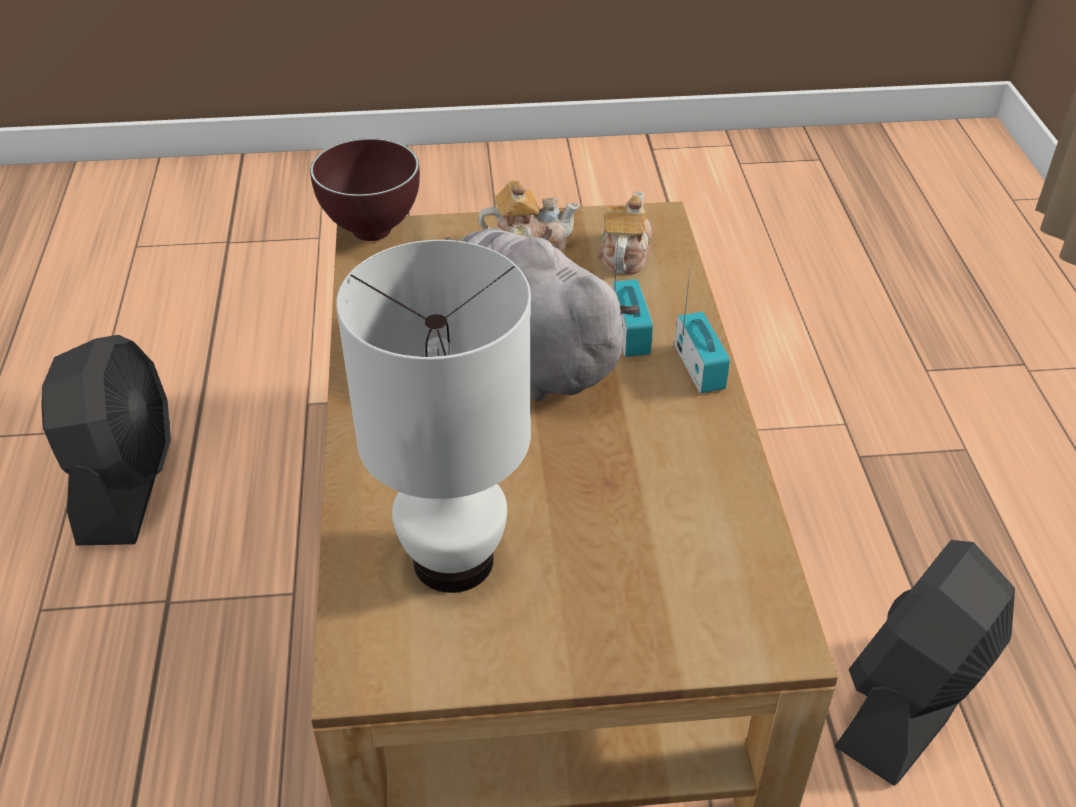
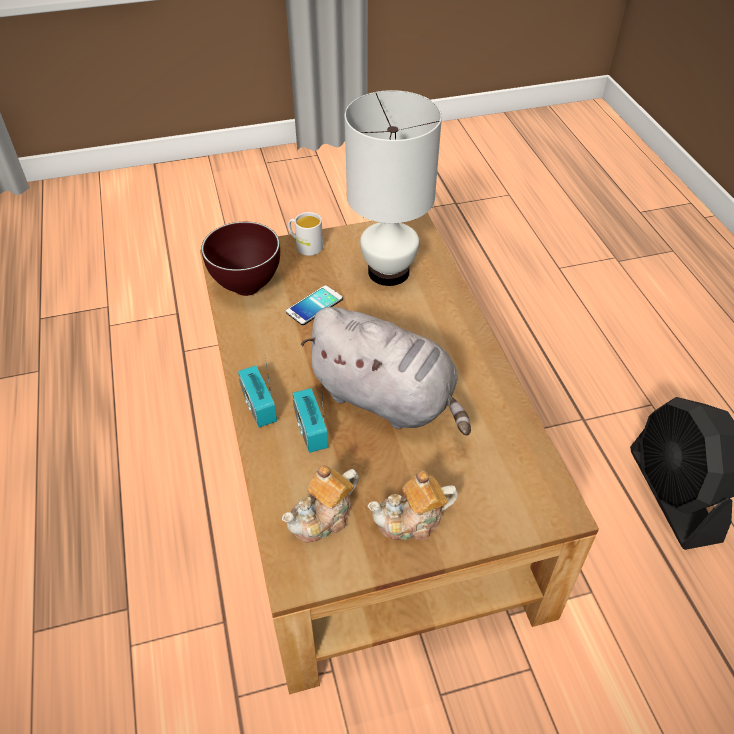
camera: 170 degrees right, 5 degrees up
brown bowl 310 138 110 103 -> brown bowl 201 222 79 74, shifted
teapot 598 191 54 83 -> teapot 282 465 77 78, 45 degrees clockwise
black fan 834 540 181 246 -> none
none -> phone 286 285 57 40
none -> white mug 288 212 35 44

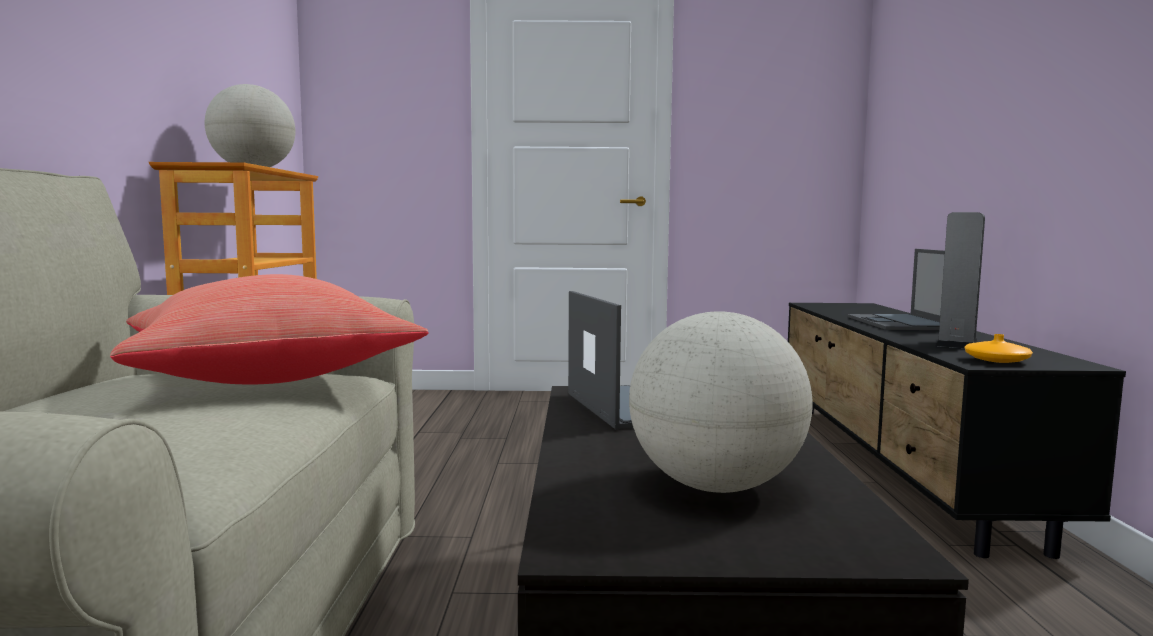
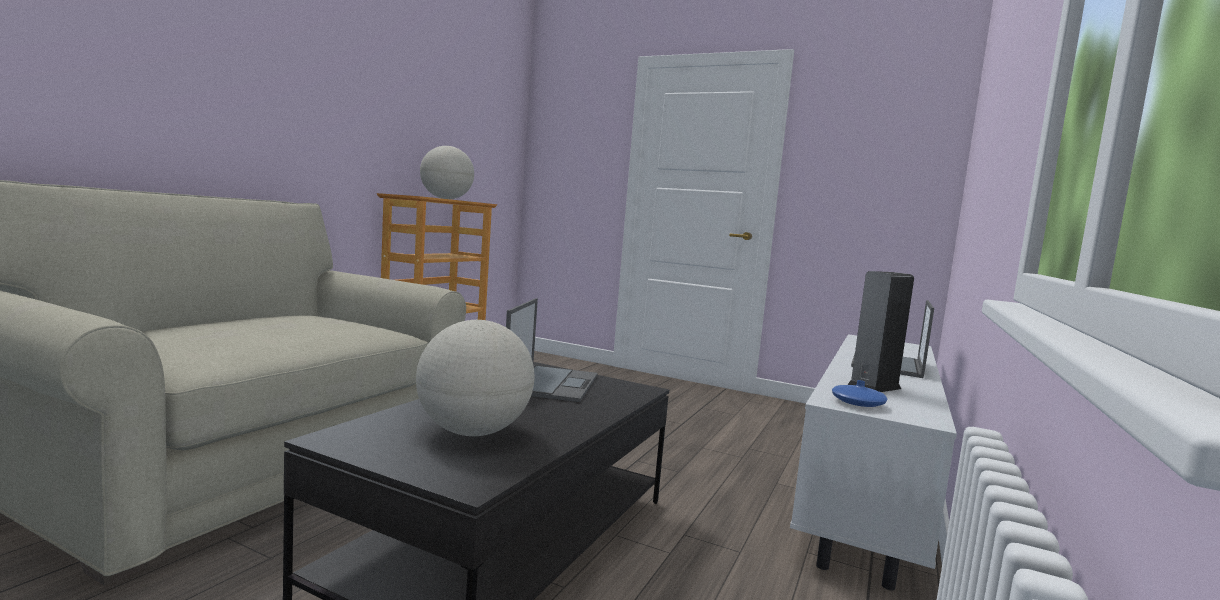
camera: 25 degrees right, 0 degrees up
red pillow 110 274 319 110 -> none
black tv stand 788 303 338 256 -> white tv stand 790 334 167 256
orange vase 964 334 69 29 -> blue vase 832 380 55 27

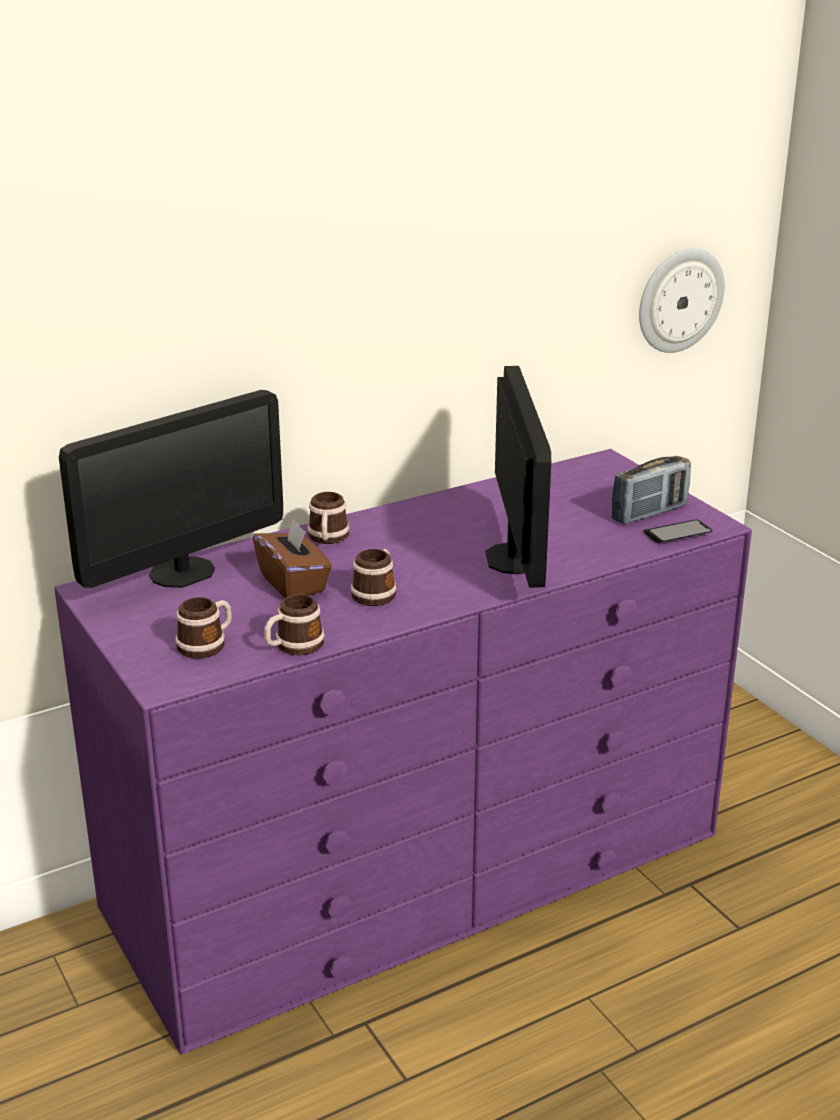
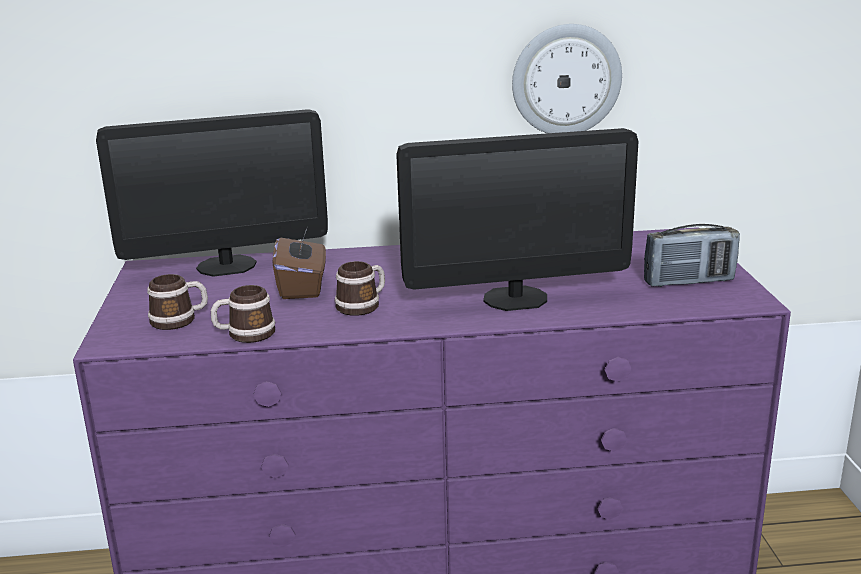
camera: 25 degrees right, 5 degrees down
mug 307 492 43 52 -> none
monitor 485 366 66 222 -> monitor 396 128 243 183, 60 degrees clockwise
wall clock 639 248 86 105 -> wall clock 512 24 110 109, shifted
phone 643 520 69 23 -> none

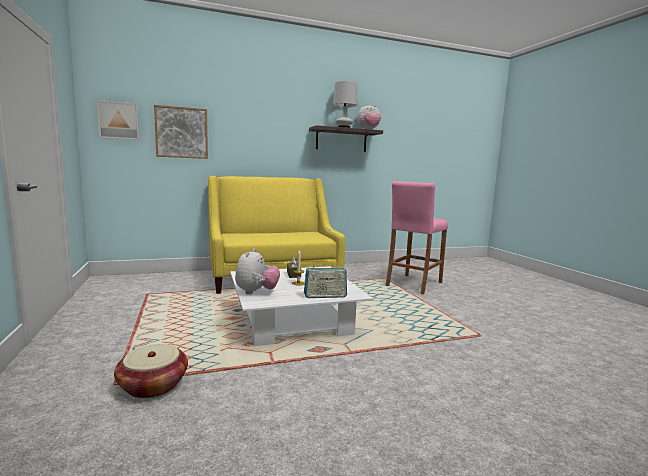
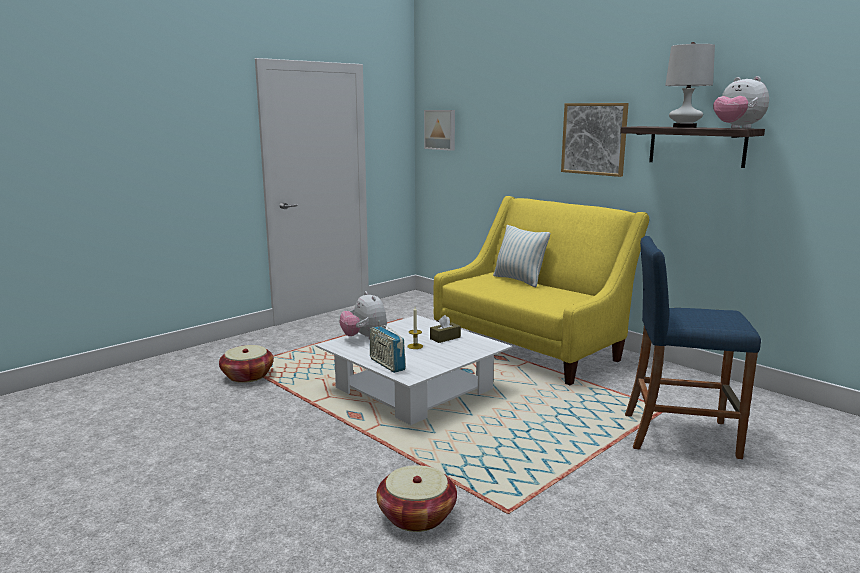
camera: 65 degrees right, 5 degrees up
picture 154 105 54 54 -> picture 561 103 68 74, shifted
plush toy 235 249 45 45 -> plush toy 340 291 47 48, 75 degrees clockwise
pink stool 385 181 63 113 -> blue stool 625 236 136 223
none -> basket 376 465 81 67
none -> pillow 493 225 57 62

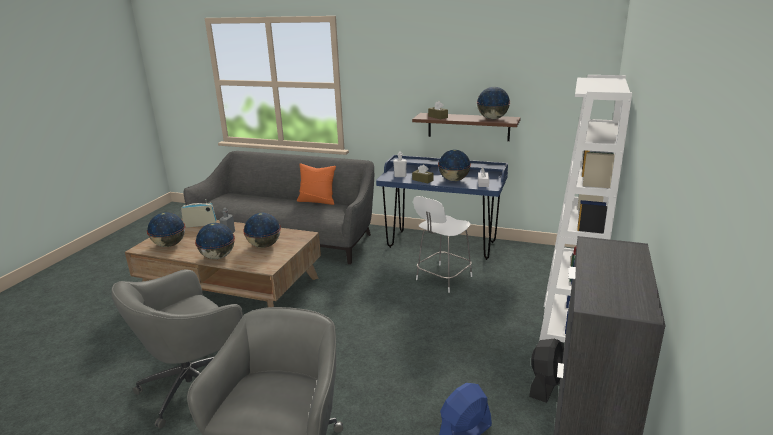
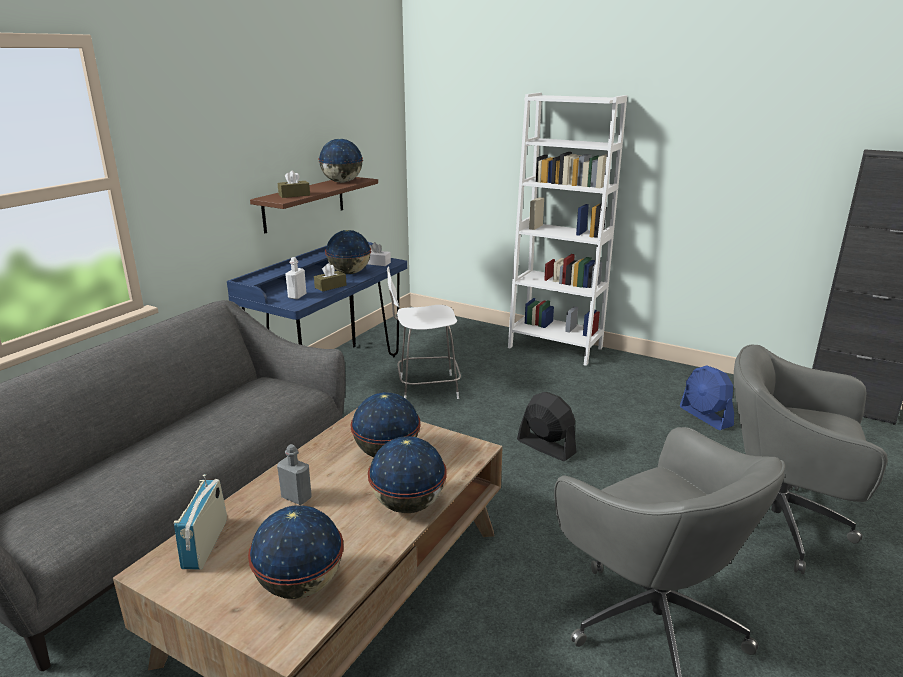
camera: 80 degrees left, 0 degrees up
orange pillow 297 164 39 41 -> none
white chair 413 196 59 97 -> white chair 387 266 74 133, 120 degrees clockwise
black fan 529 339 35 64 -> black fan 517 392 60 69, shifted

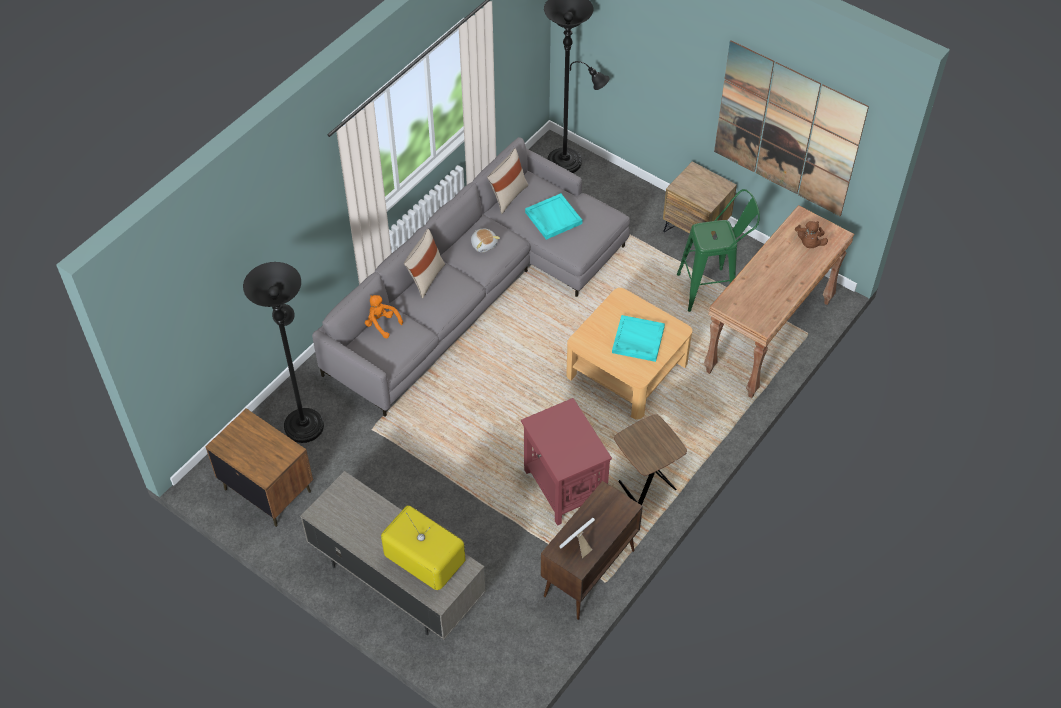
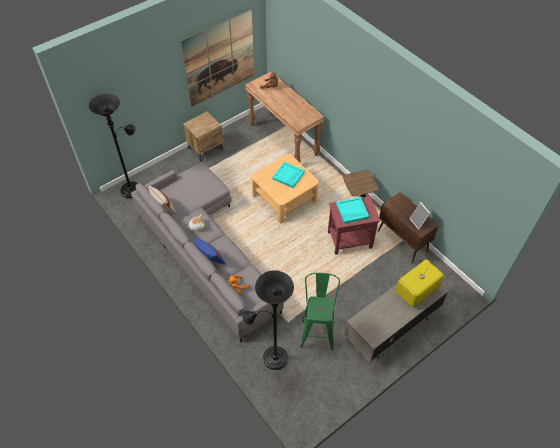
camera: 75 degrees left, 0 degrees up
brown nightstand 206 408 107 119 -> none
beige pillow 404 229 41 70 -> blue pillow 193 238 32 27
turquoise tray 525 193 57 47 -> turquoise tray 336 197 33 27, shifted
green stool 677 189 83 123 -> green stool 300 273 40 77, shifted

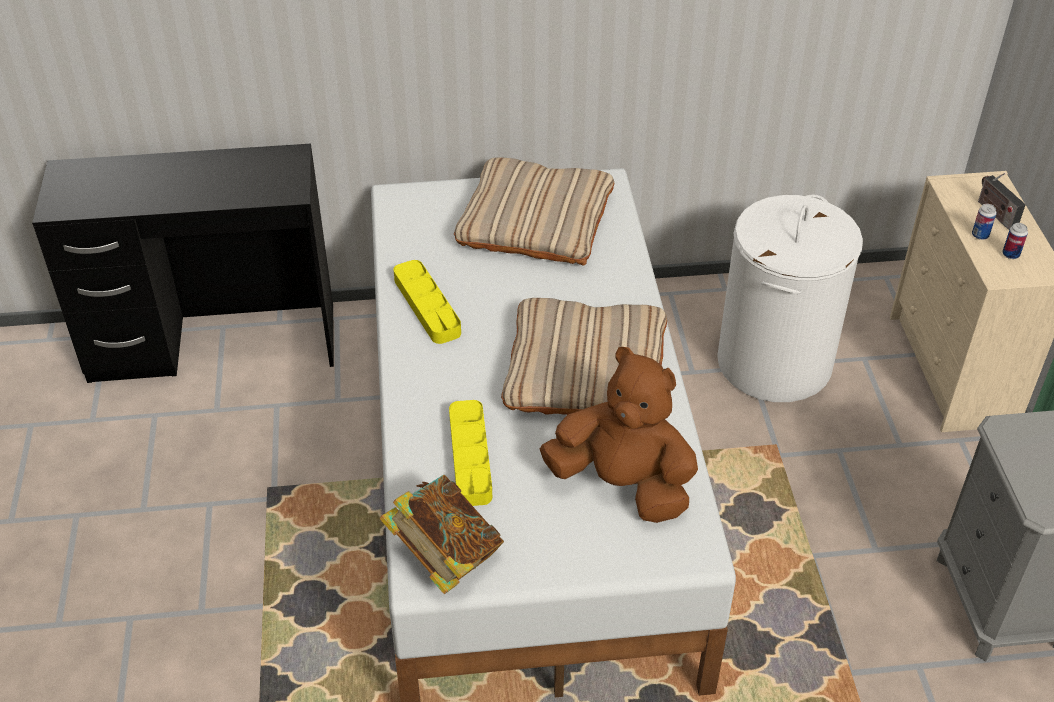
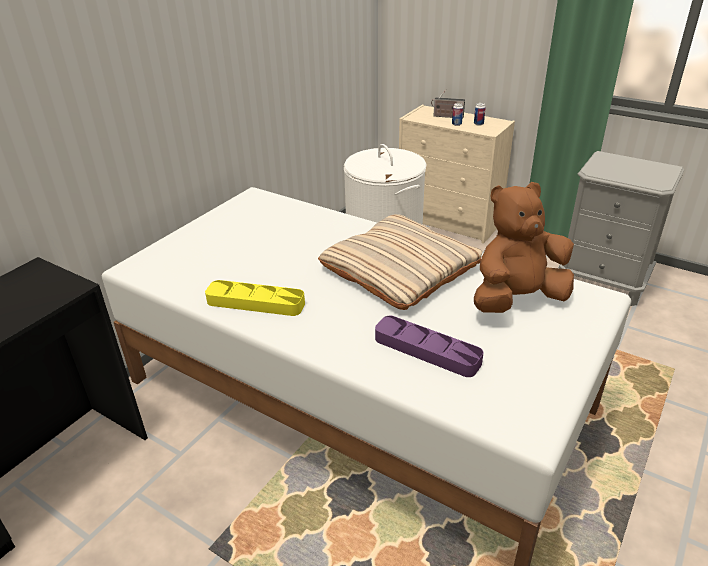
camera: 50 degrees left, 10 degrees down
book 380 475 124 119 -> none
yellow tray 449 400 43 106 -> purple tray 375 316 108 61
beige pillow 454 157 160 109 -> none

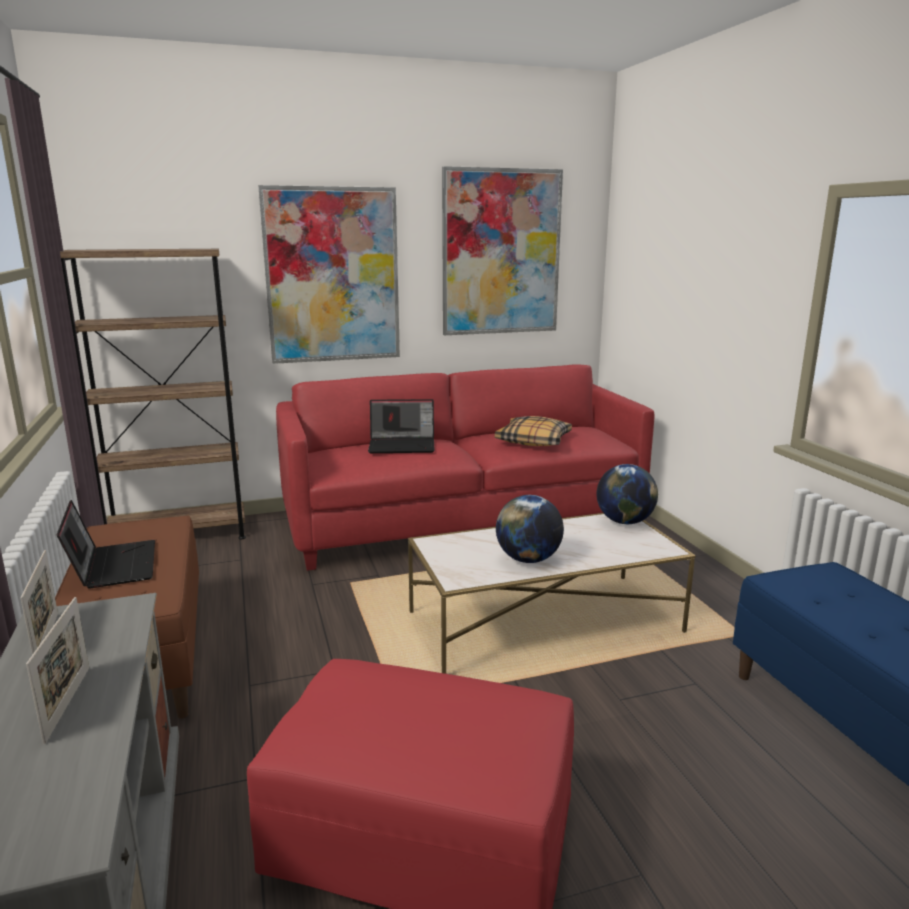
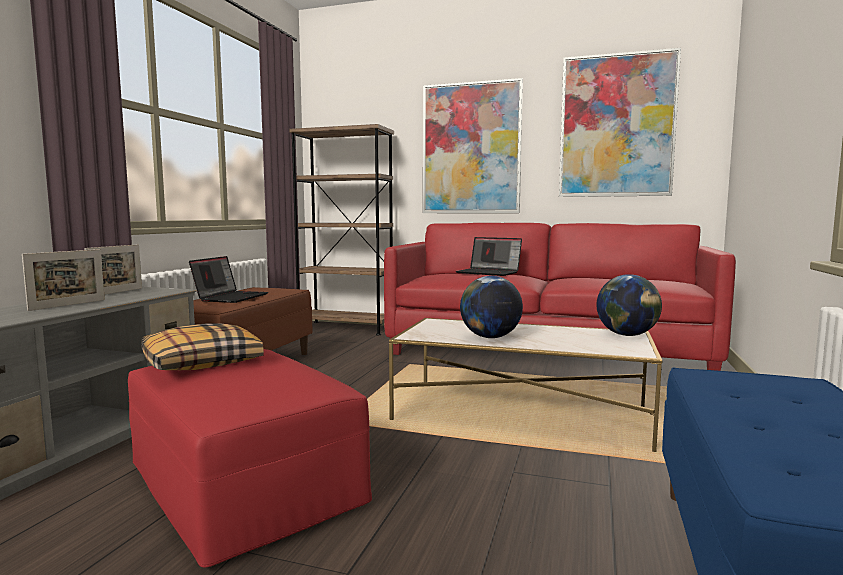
camera: 35 degrees right, 10 degrees down
pillow 495 416 77 30 -> pillow 141 323 123 47, shifted

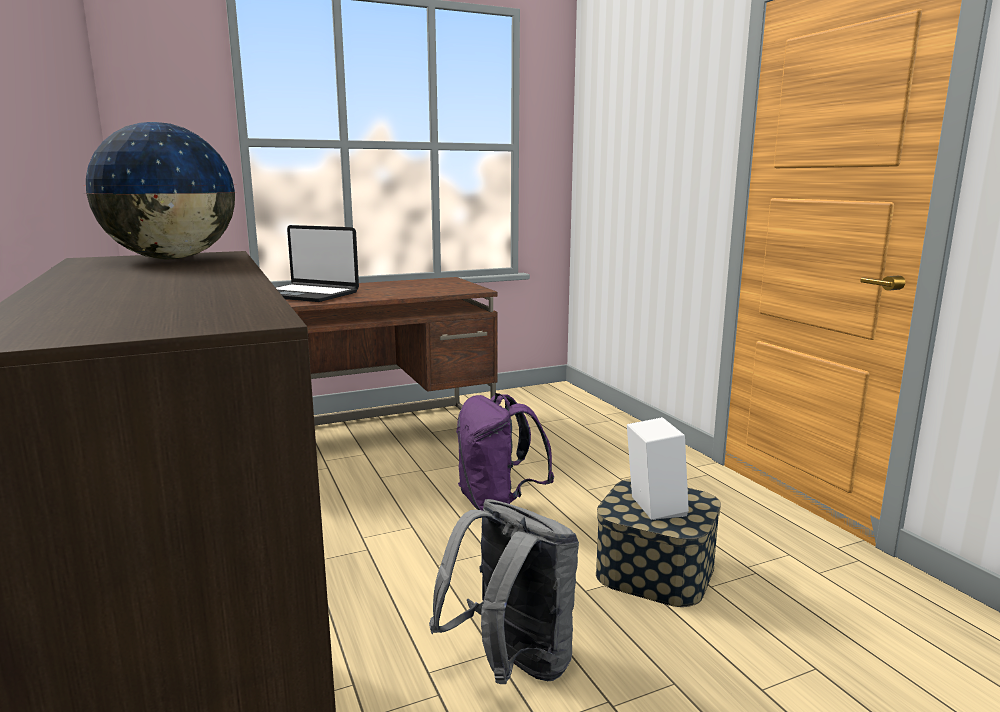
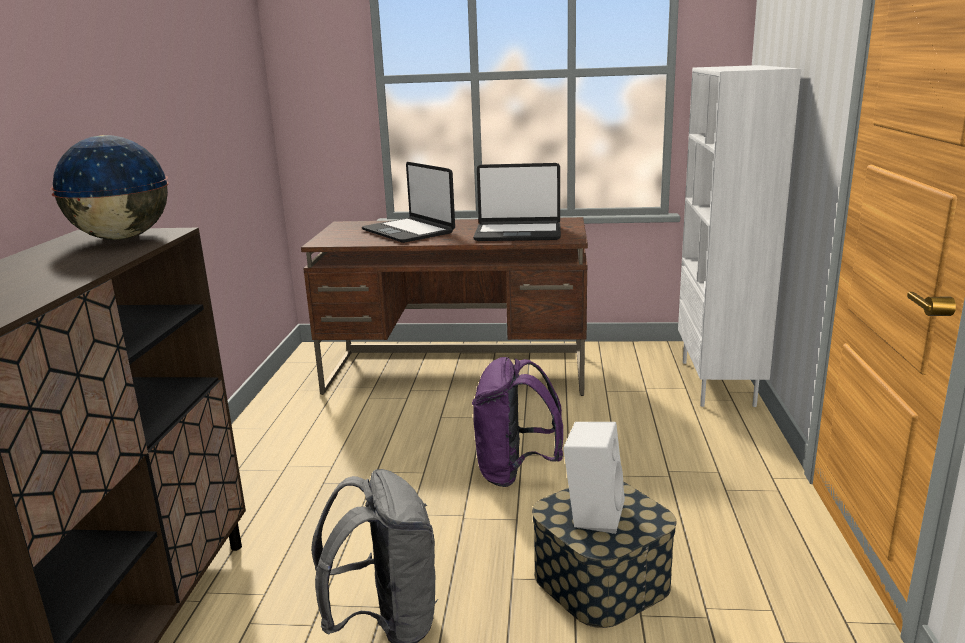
camera: 30 degrees right, 5 degrees up
none -> laptop 473 163 88 78
none -> white bookcase 678 65 123 342

